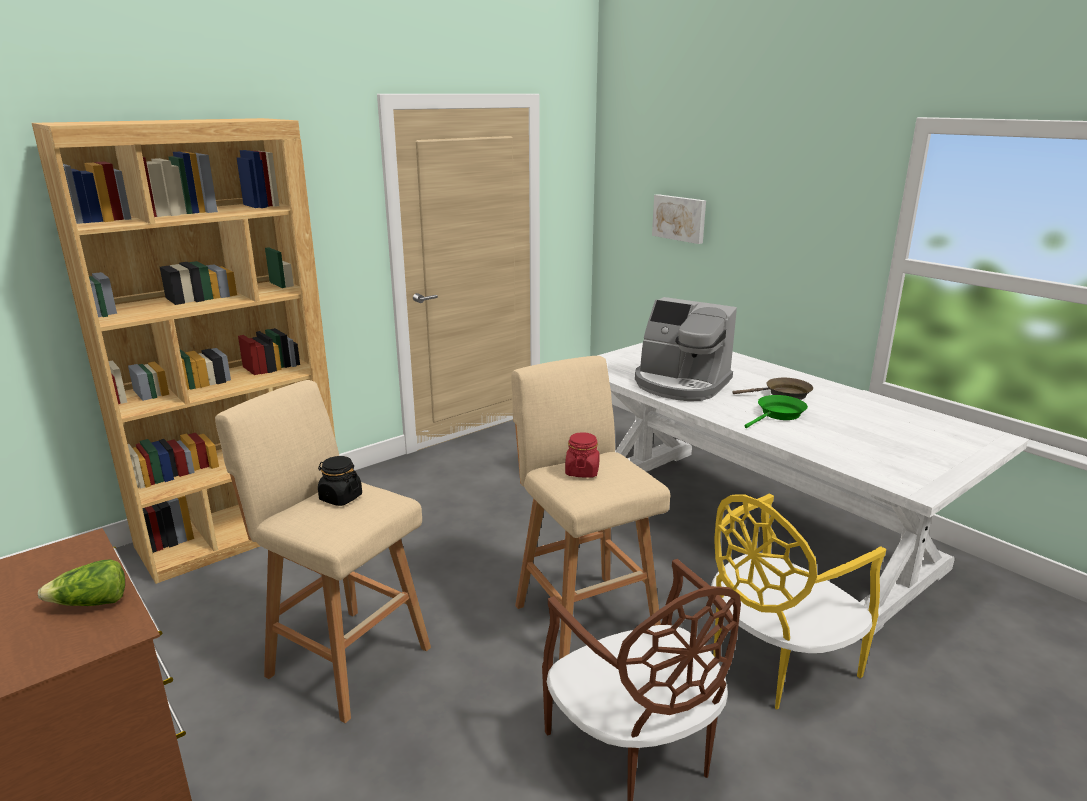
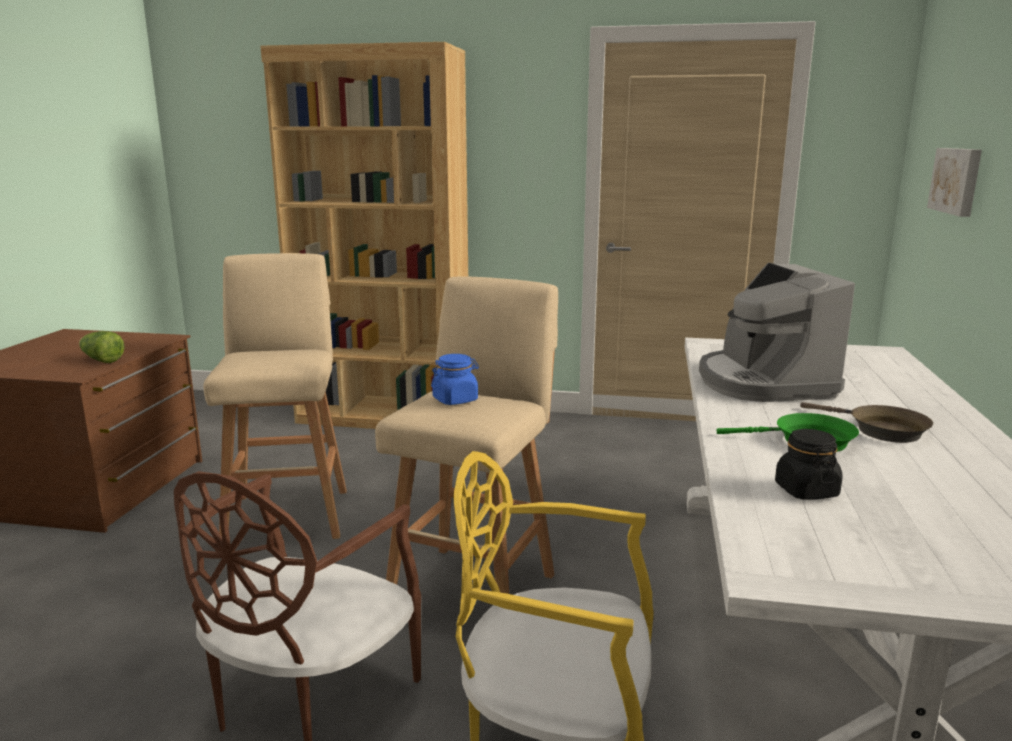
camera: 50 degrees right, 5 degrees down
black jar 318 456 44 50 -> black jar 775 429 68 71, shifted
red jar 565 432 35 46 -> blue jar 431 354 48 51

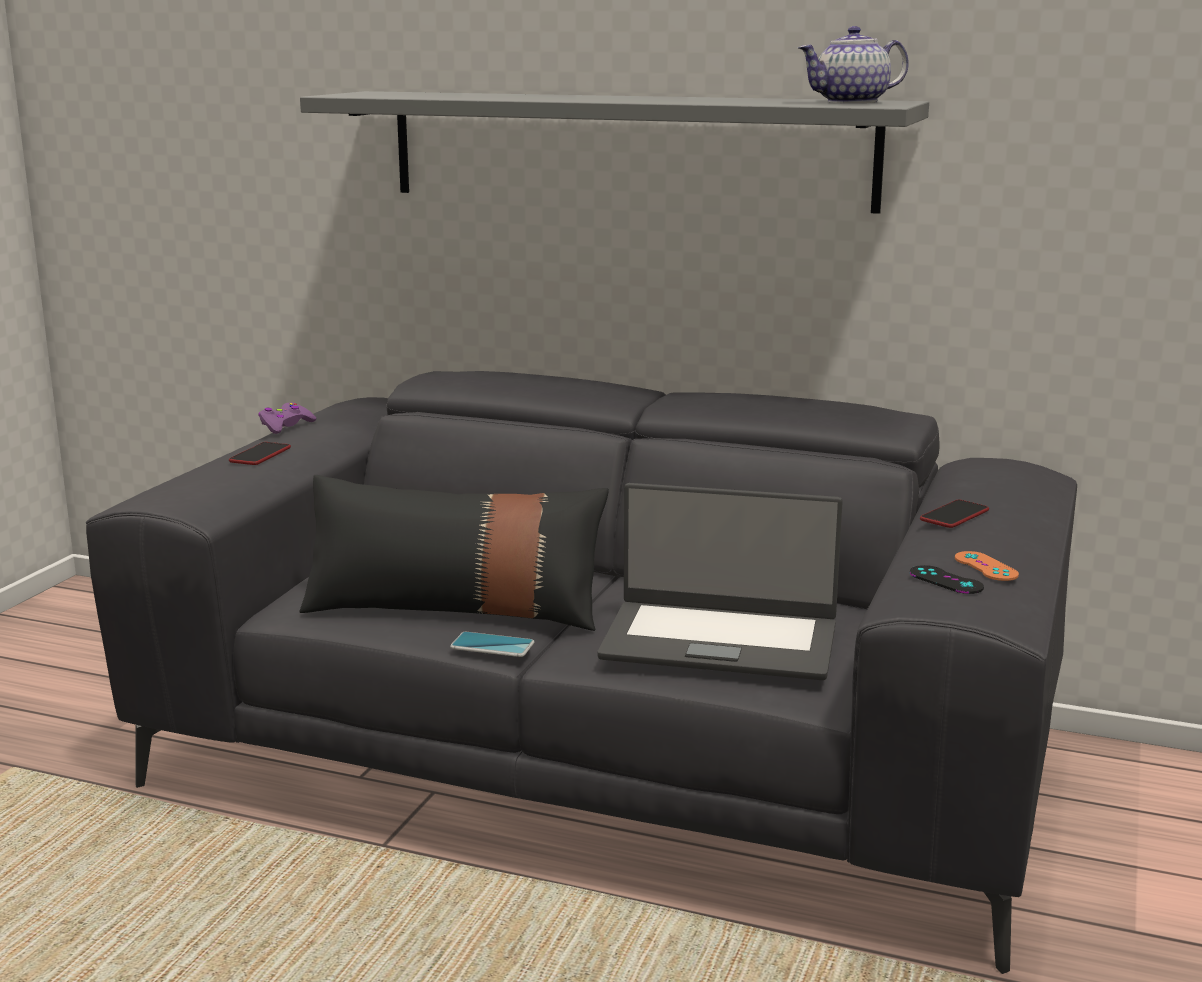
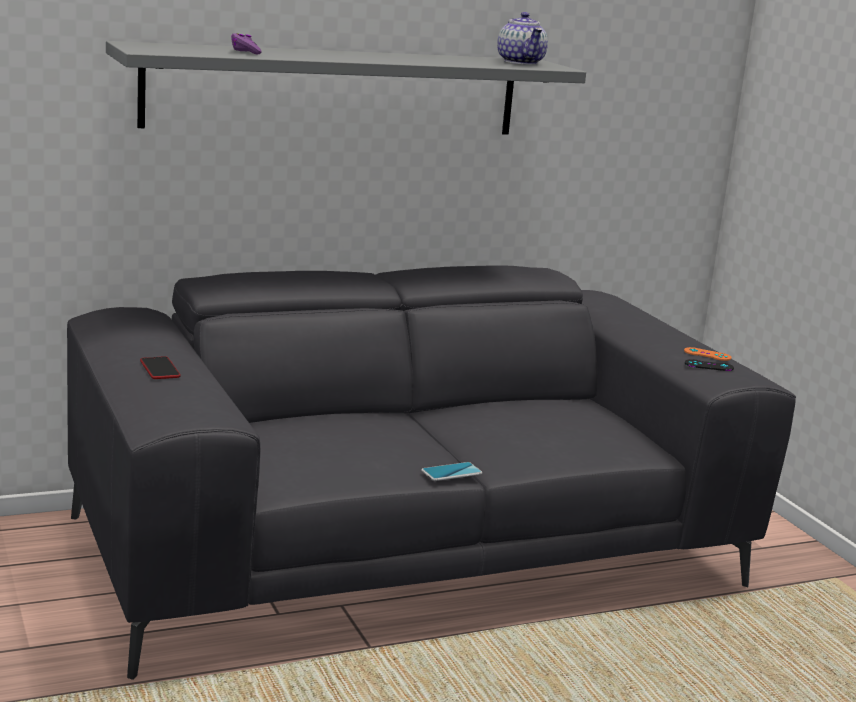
camera: 45 degrees left, 0 degrees up
purple game controller 258 402 58 32 -> purple game controller 231 33 31 22, shifted
black pillow 299 475 310 156 -> none
laptop 597 483 246 197 -> none
teapot 798 26 111 77 -> teapot 497 12 51 53, 45 degrees counterclockwise
phone 920 500 69 28 -> none

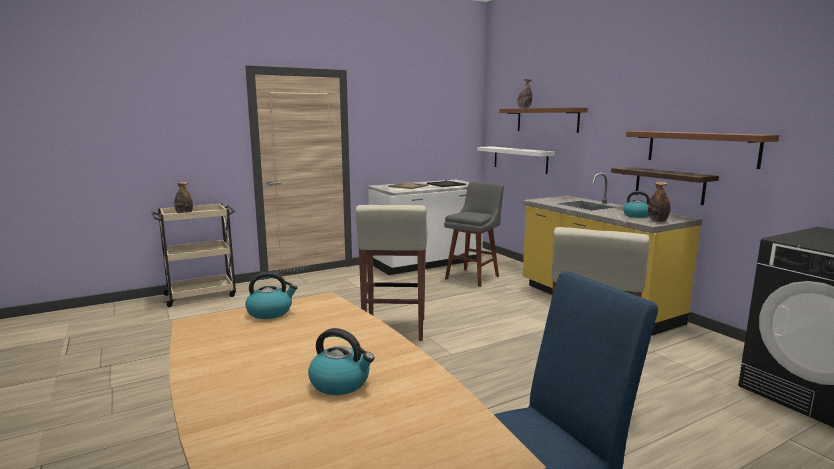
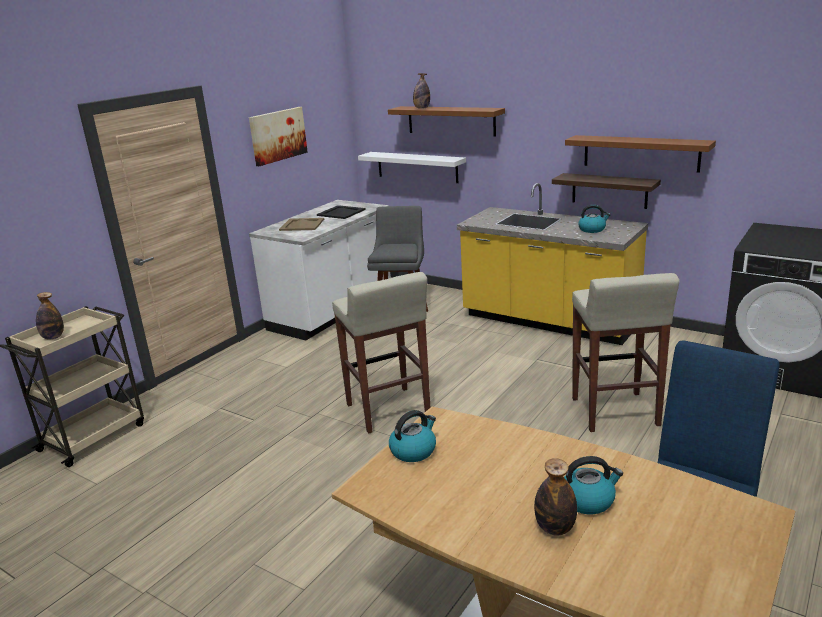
camera: 25 degrees left, 10 degrees up
bottle 648 182 22 40 -> bottle 534 458 43 78, shifted
none -> picture 249 107 59 59

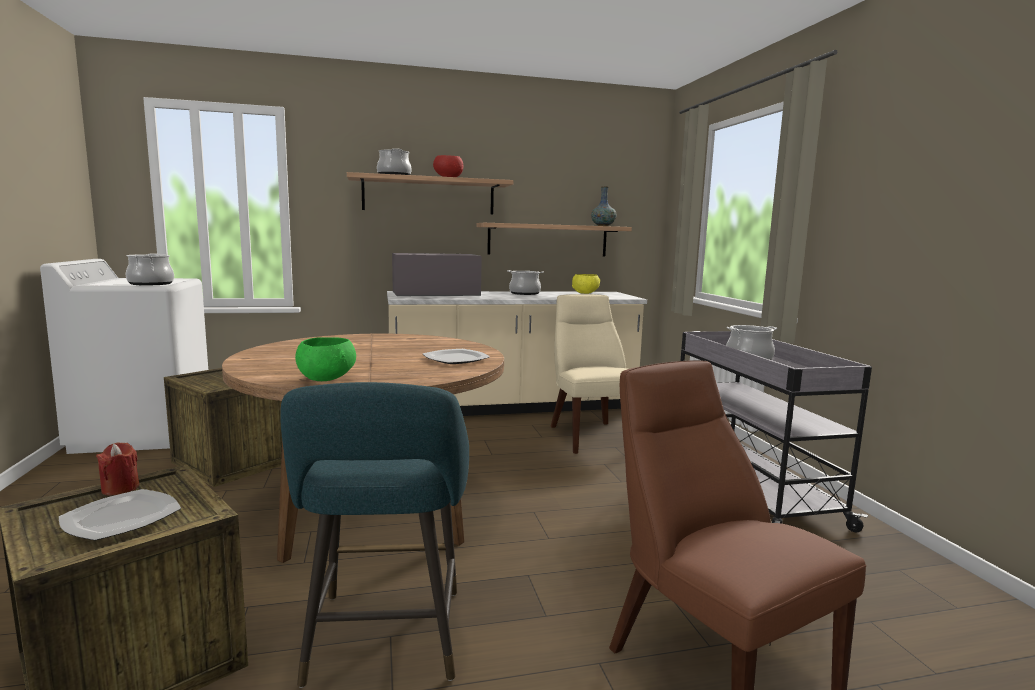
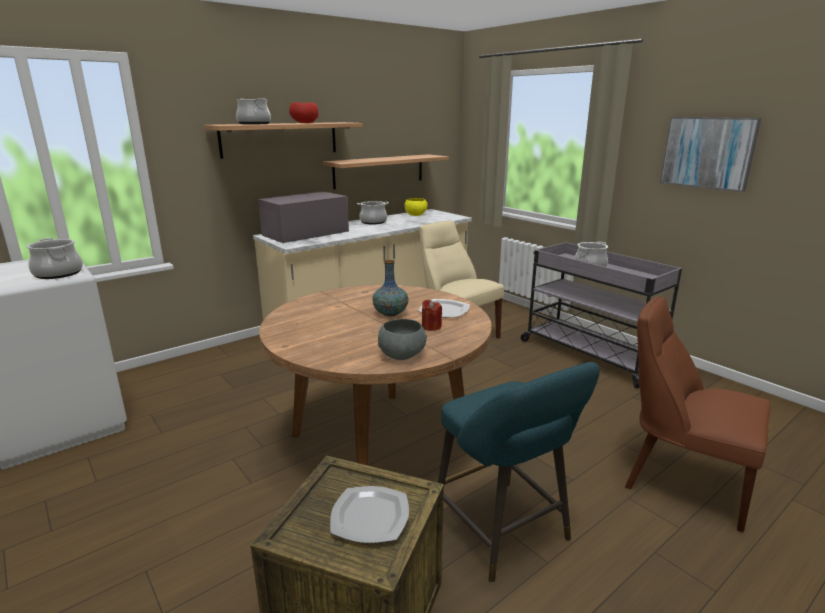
camera: 25 degrees left, 10 degrees up
red candle 96 443 43 53 -> red candle 422 300 20 31, shifted
crate 164 368 118 119 -> none
green bowl 295 337 61 44 -> grey bowl 378 319 49 41
vase 591 186 26 40 -> vase 372 260 37 56, shifted
none -> picture 660 117 101 75

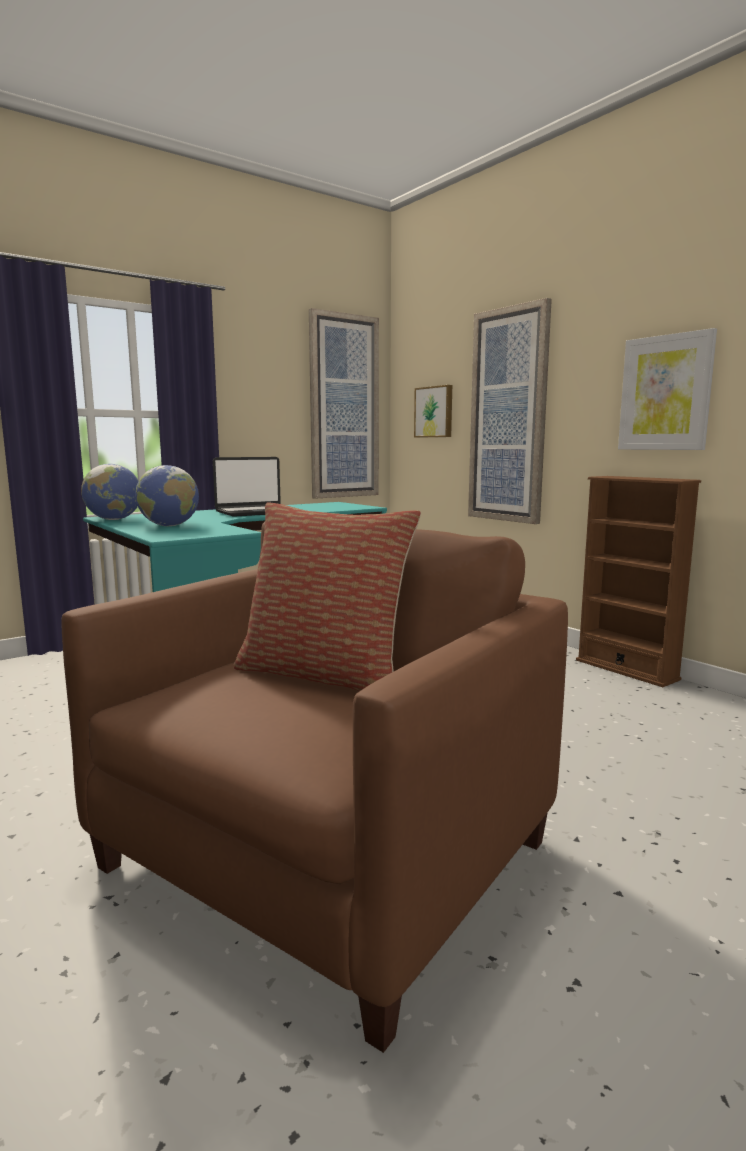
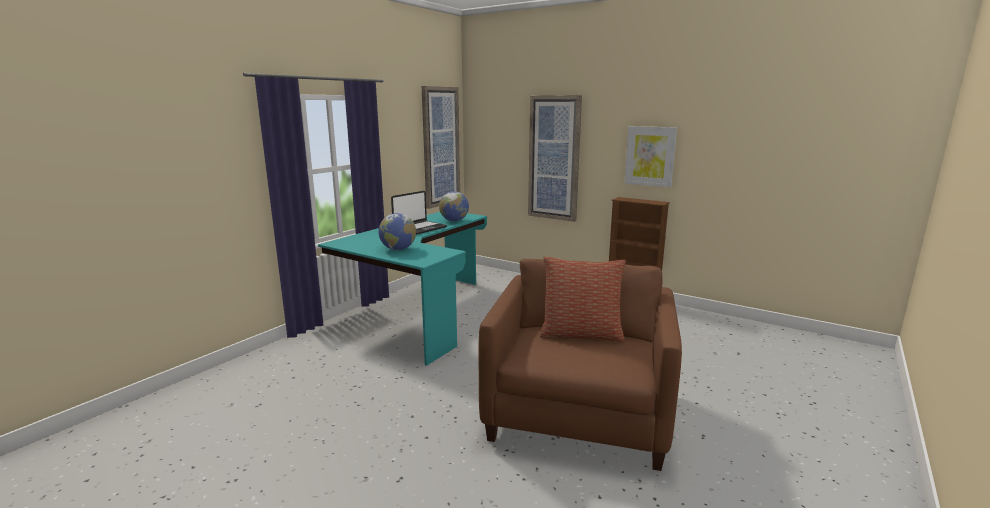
camera: 20 degrees left, 5 degrees up
globe 81 464 57 56 -> globe 439 191 30 30, shifted
picture 414 385 38 53 -> none

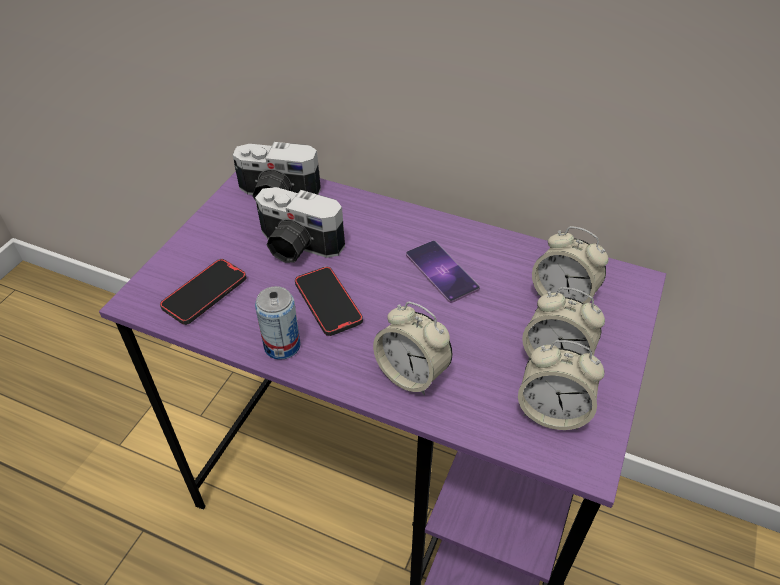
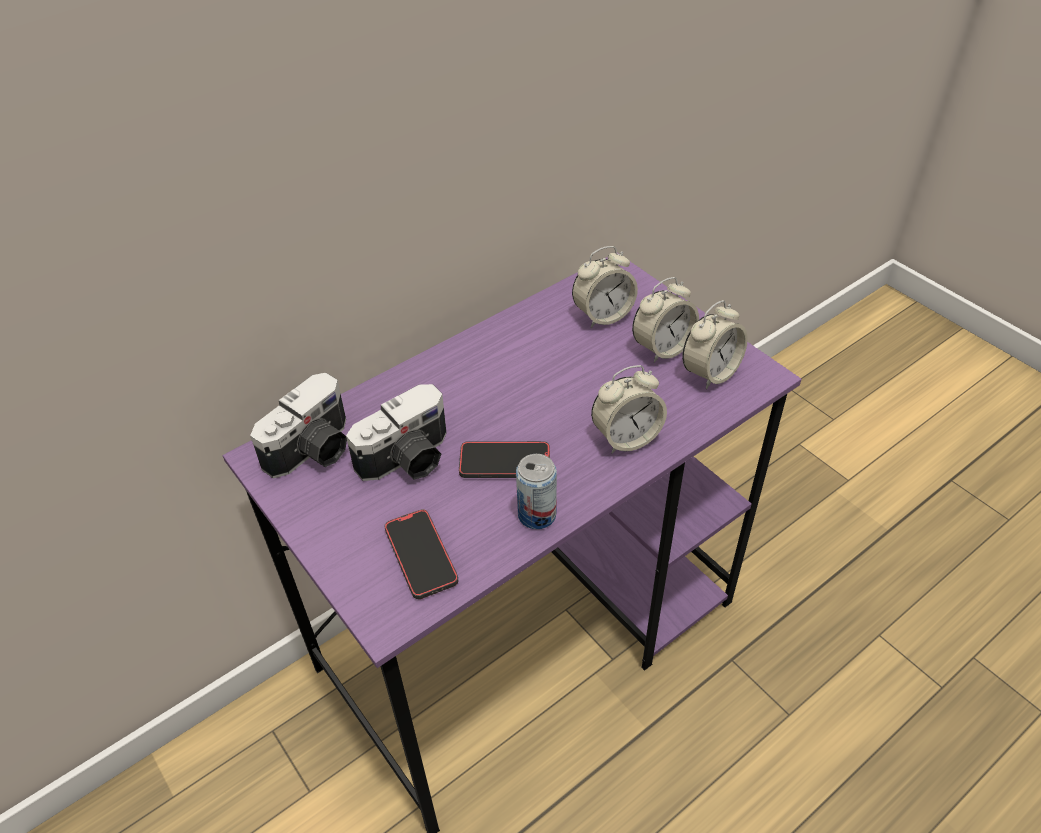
camera: 60 degrees left, 0 degrees up
phone 406 240 74 63 -> none

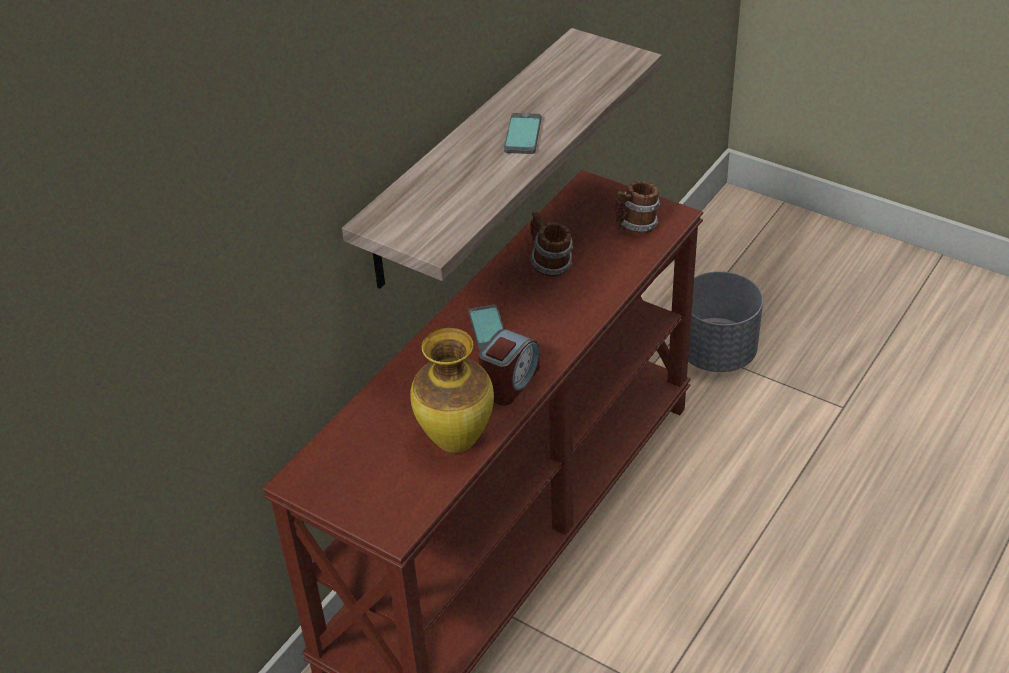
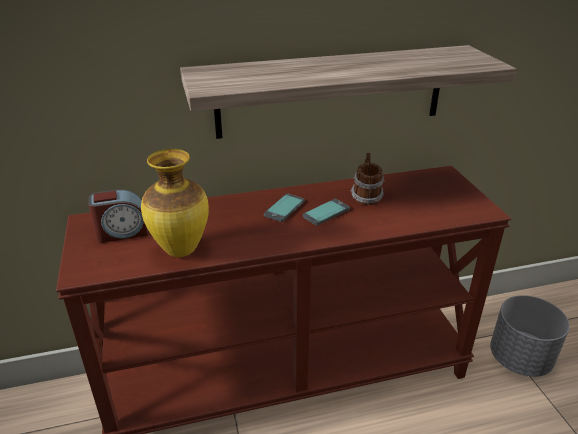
camera: 40 degrees right, 10 degrees down
alarm clock 478 329 62 77 -> alarm clock 88 189 60 54, shifted
phone 504 113 38 41 -> phone 303 199 47 27, shifted
mug 614 181 46 53 -> none

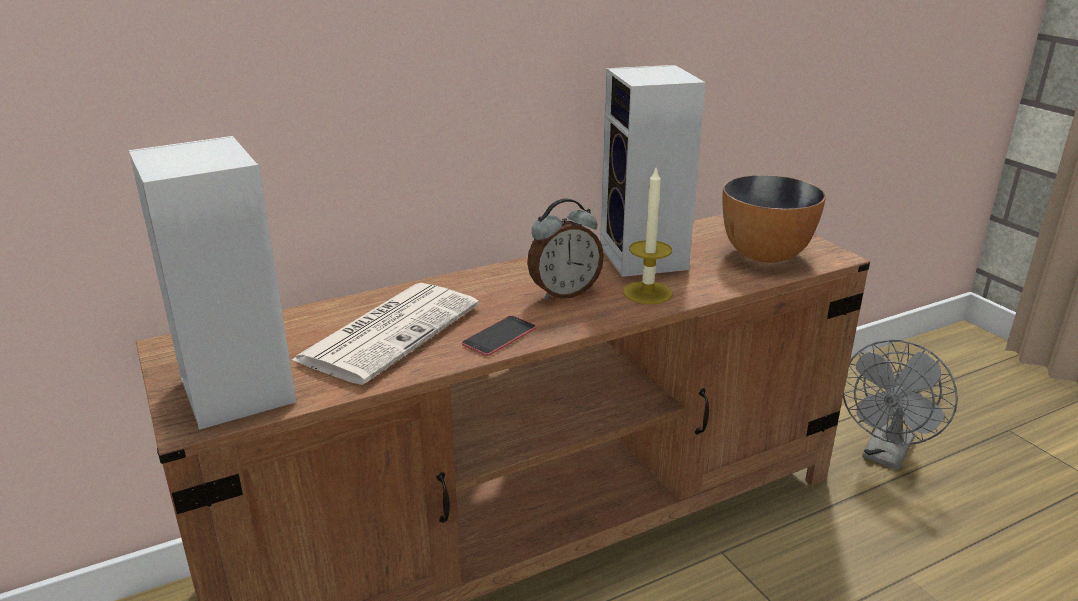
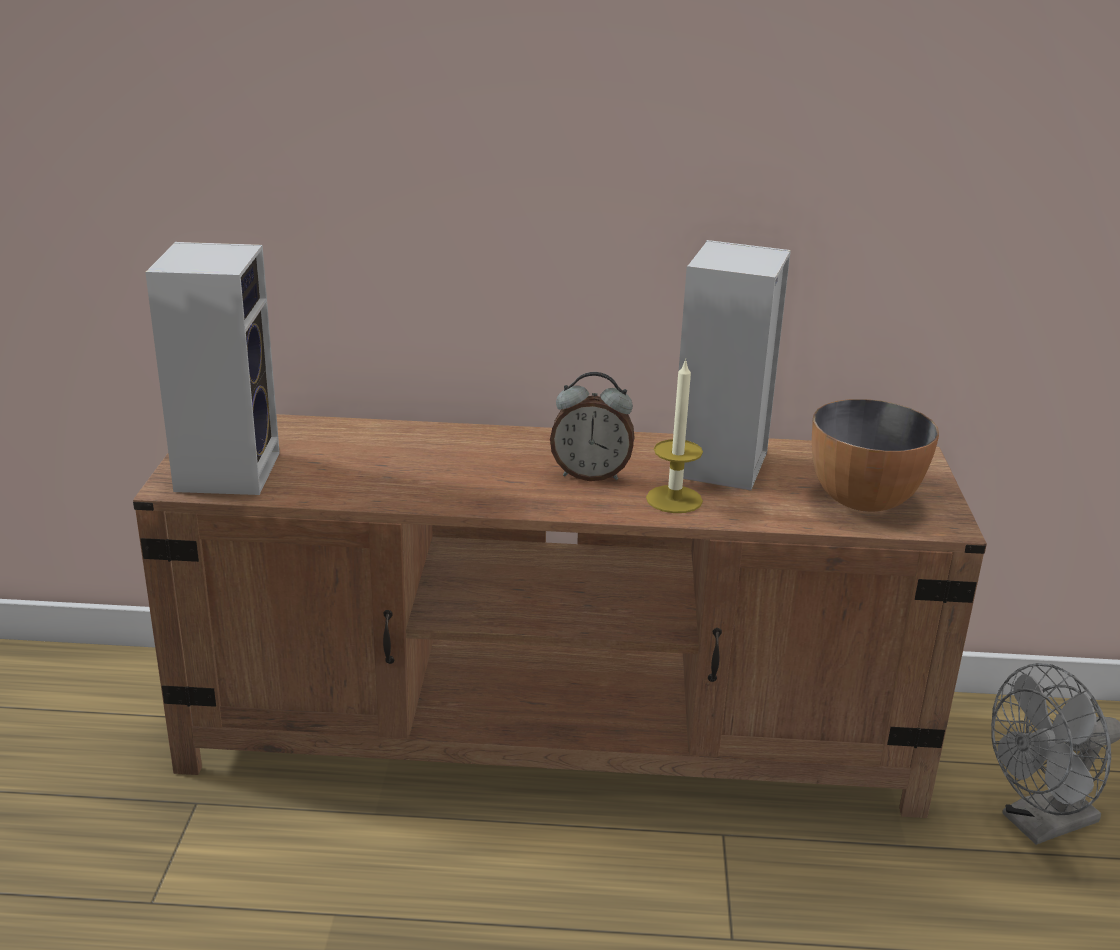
camera: 30 degrees right, 0 degrees up
newspaper 292 283 187 102 -> none
phone 462 315 74 41 -> none

